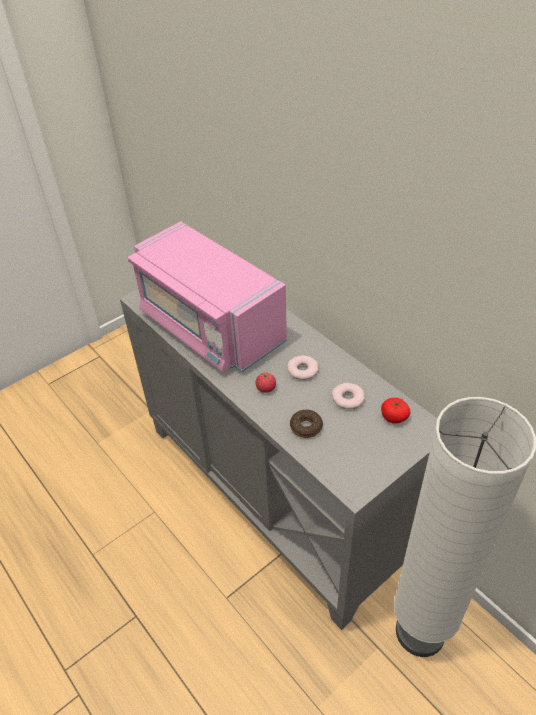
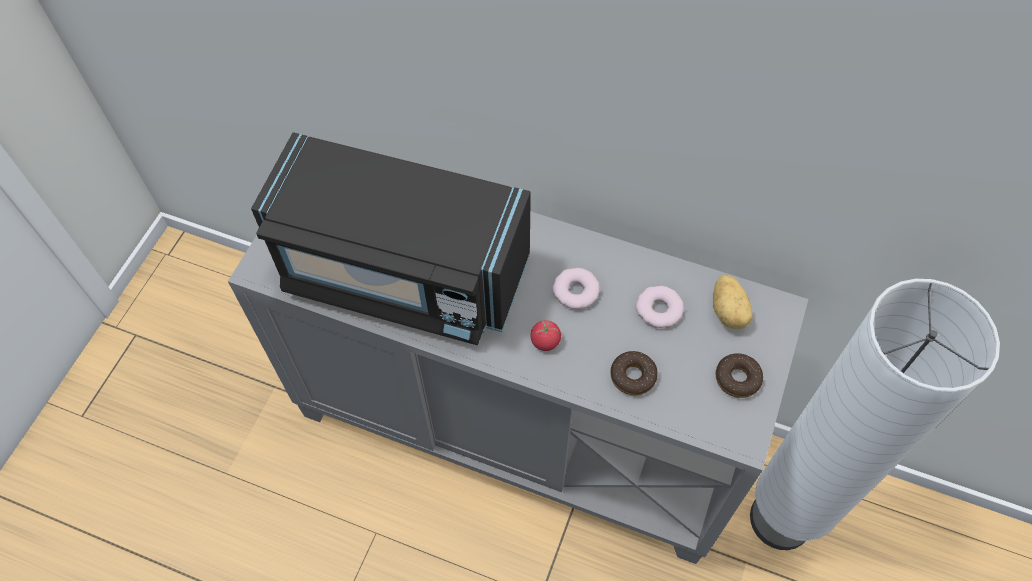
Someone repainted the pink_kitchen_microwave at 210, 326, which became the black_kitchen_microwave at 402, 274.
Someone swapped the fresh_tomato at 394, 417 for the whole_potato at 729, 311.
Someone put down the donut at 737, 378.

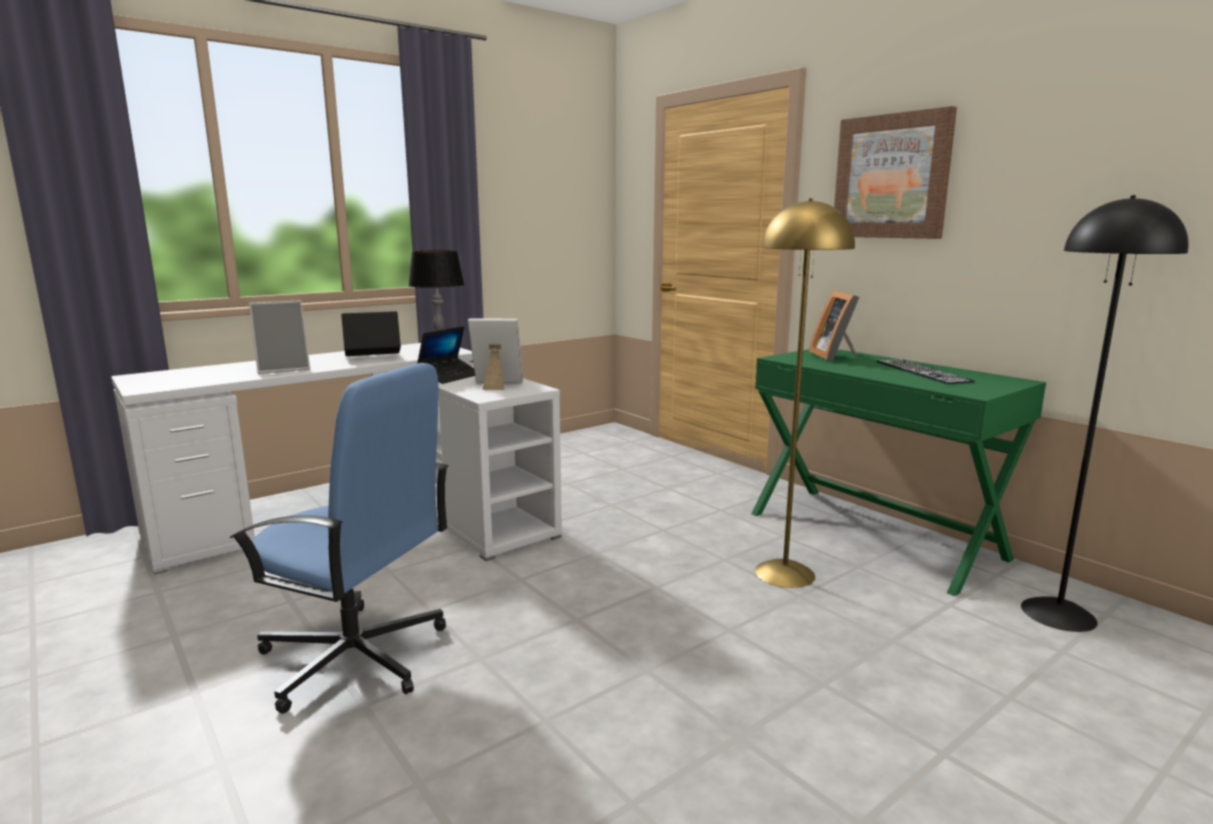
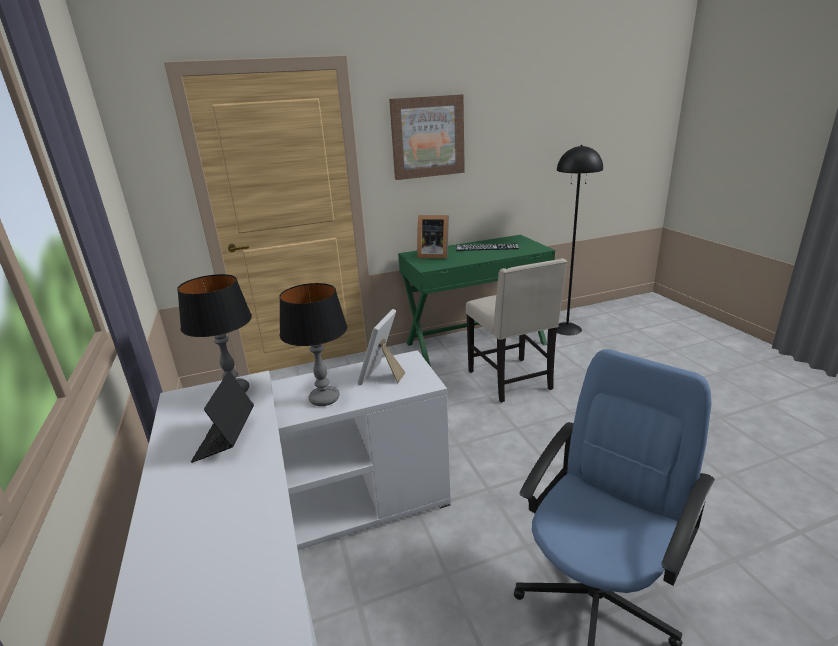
Someone swapped the notebook_computer at 450, 376 for the tabletop_lamp at 324, 399.
Someone swapped the yellow-coloured_floor_lamp at 784, 573 for the beige_upright_chair at 511, 381.
Someone took away the picture_frame at 284, 369.

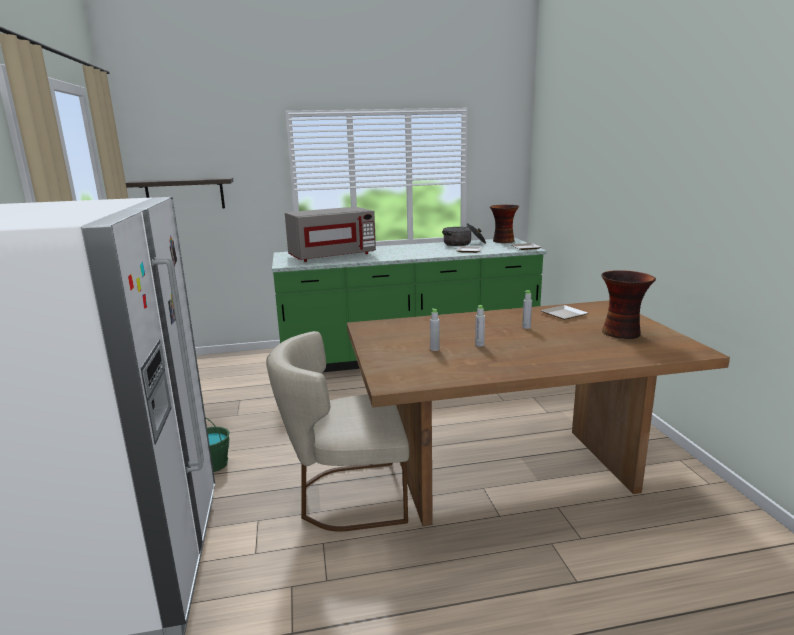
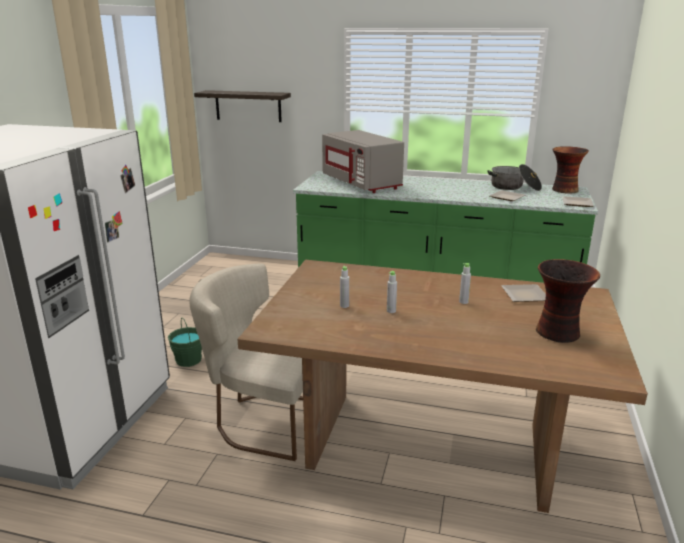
Someone rotated the greyish_kitchen_microwave at 332, 256 by 60 degrees clockwise.

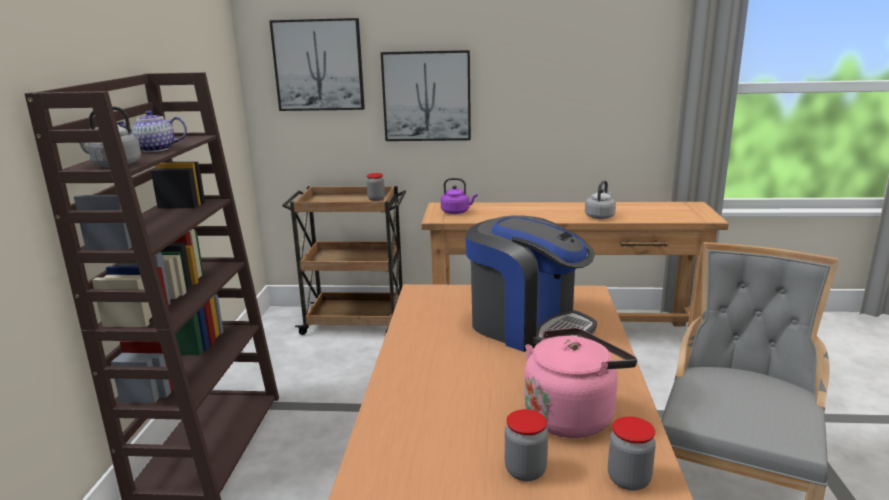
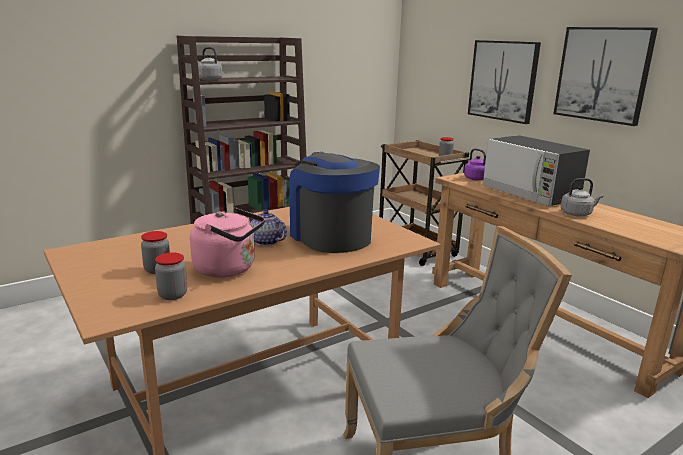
Someone carried the tea_pot from 155, 150 to 265, 242.
Someone rotated the coffee_machine at 527, 326 by 150 degrees clockwise.
Someone put down the kitchen_microwave at 530, 194.
Someone carried the wall_art from 318, 65 to 602, 74.

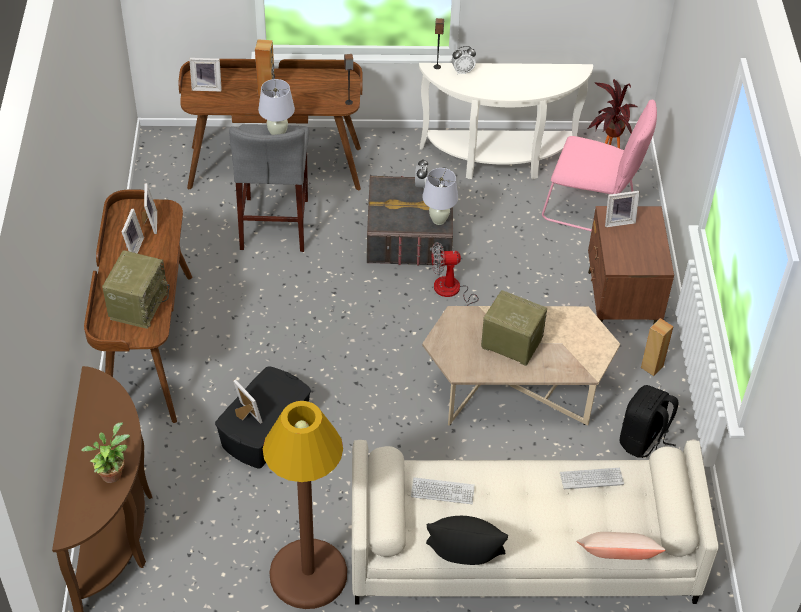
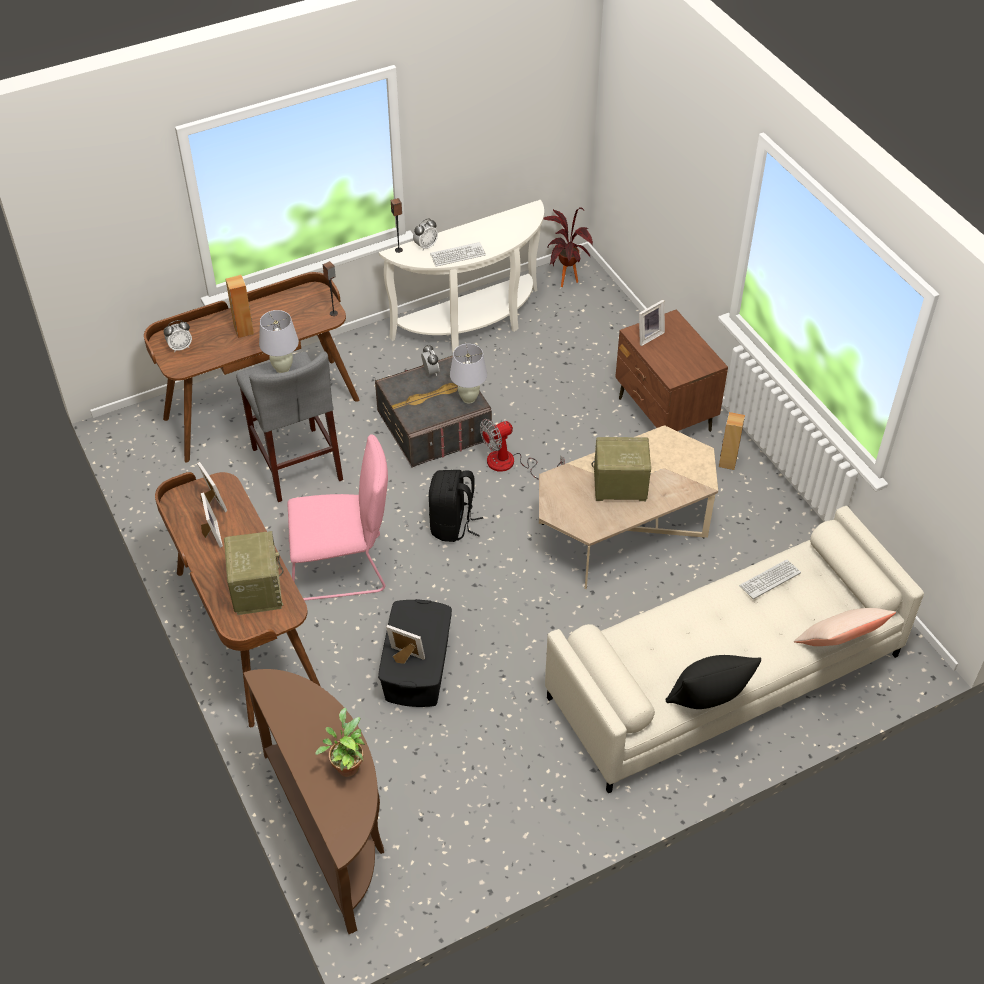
Someone swapped the picture_frame at 207, 87 for the bedside_clock at 180, 347.
Someone carried the pink_upright_chair from 592, 209 to 343, 568.
Someone carried the black_rucksack from 643, 441 to 452, 525.
Someone carried the computer_keyboard from 442, 491 to 458, 255.
Someone took away the brown_floor_lamp at 308, 574.

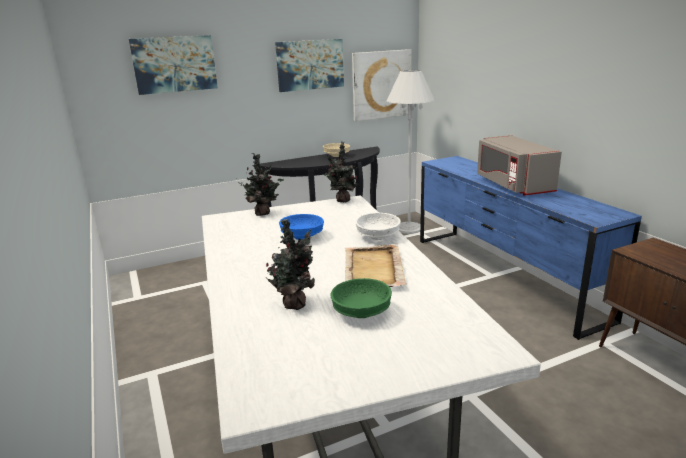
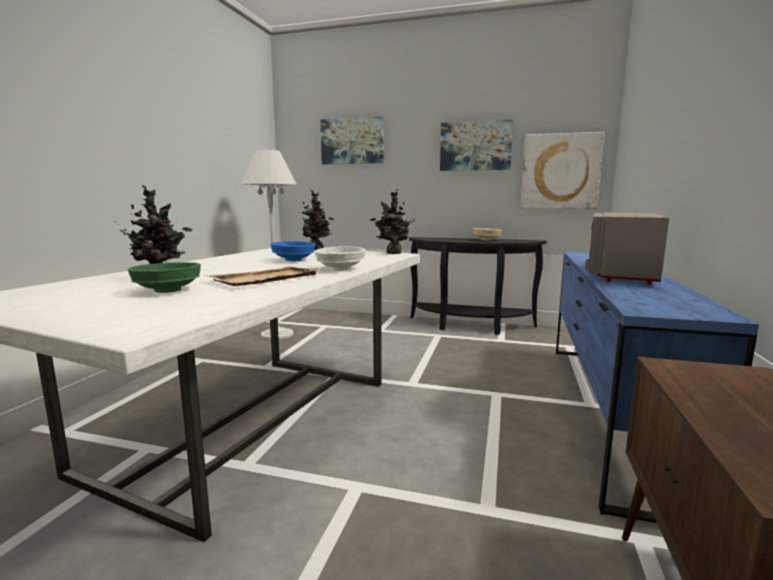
Someone carried the white_floor_lamp from 408, 228 to 277, 334.

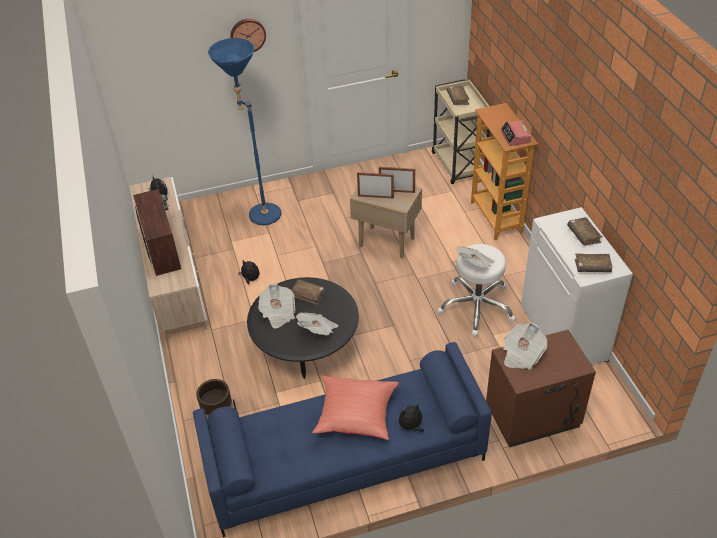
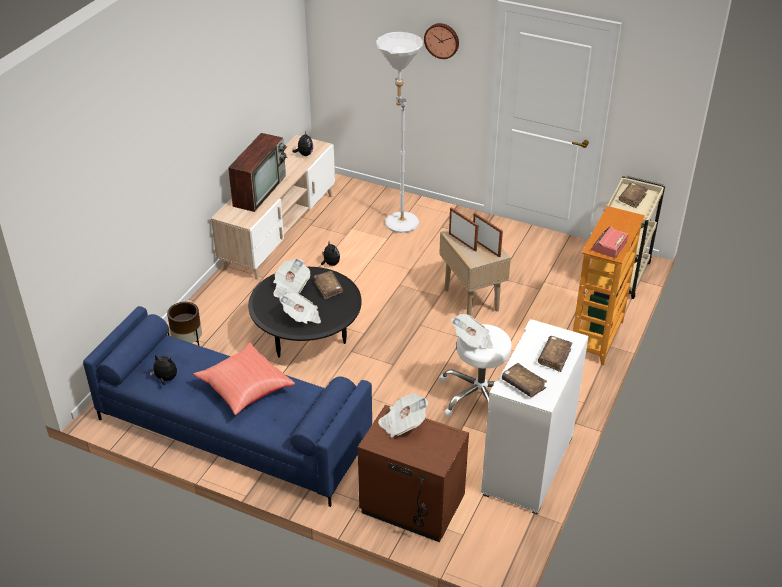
Someone carried the soft_toy from 411, 427 to 166, 379.
Someone repainted the blue_floor_lamp at 259, 212, which became the white_floor_lamp at 399, 219.

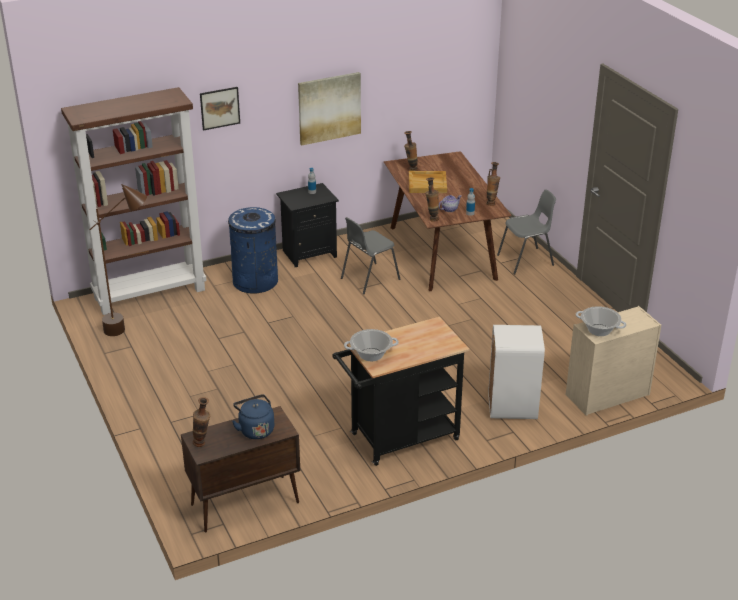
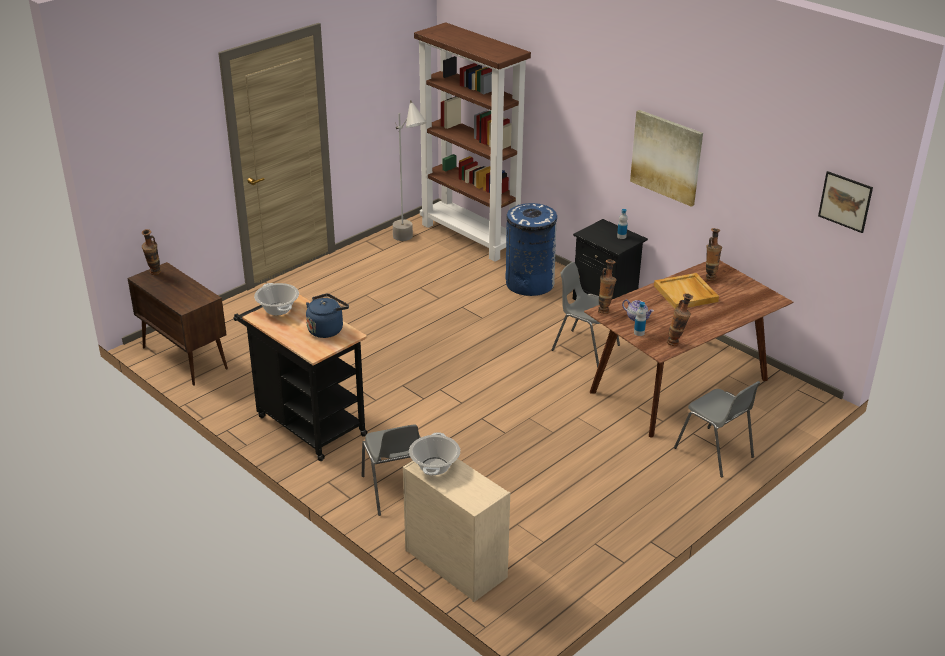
Someone carried the blue_tea_kettle from 255, 429 to 327, 329.
Someone swapped the white_waste_bin at 513, 407 for the greyish_upright_chair at 395, 491.
Someone repainted the brown_floor_lamp at 132, 328, which became the greyish_floor_lamp at 410, 243.
Someone carried the wall_art from 220, 108 to 845, 201.

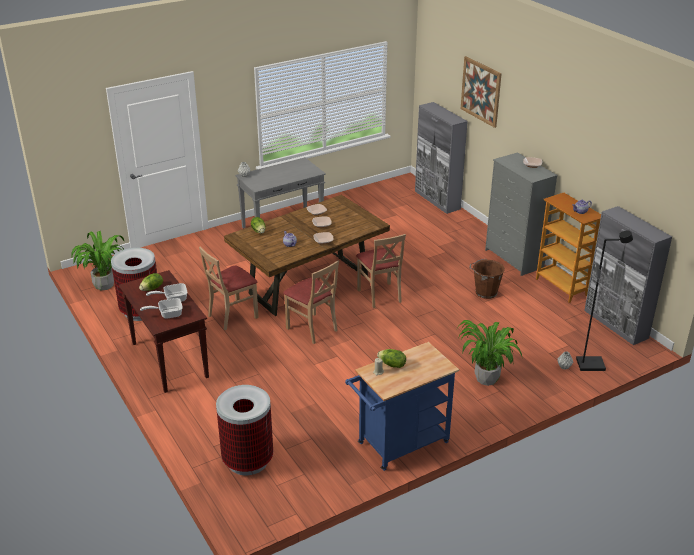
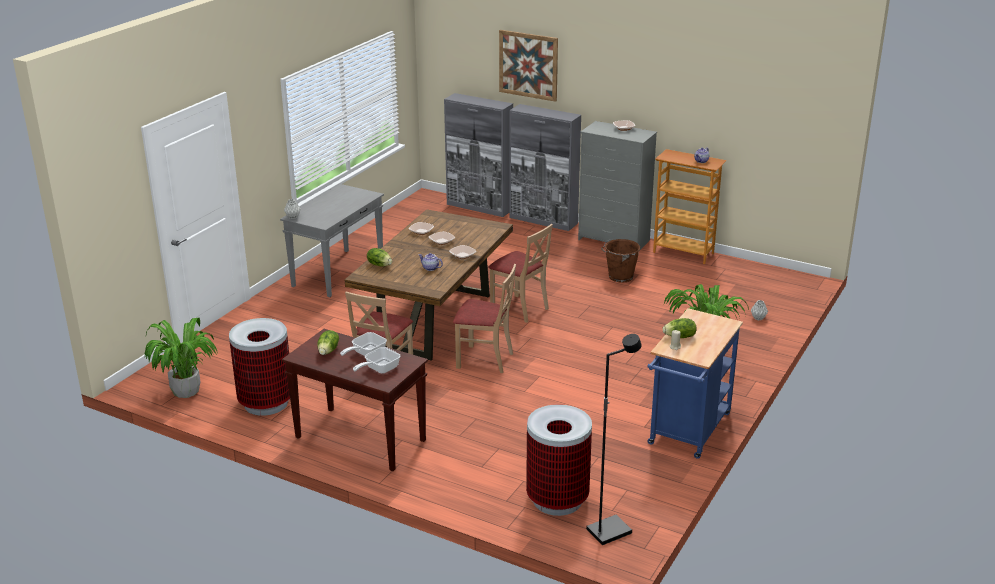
Someone carried the greyish_cupboard from 616, 324 to 543, 220.
Someone carried the black_floor_lamp from 590, 364 to 609, 531.

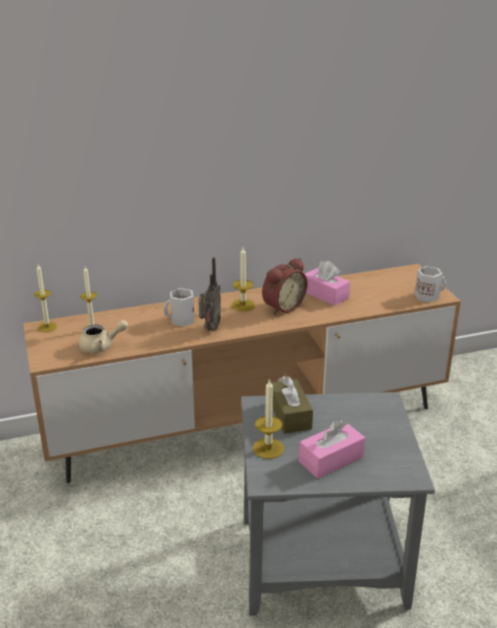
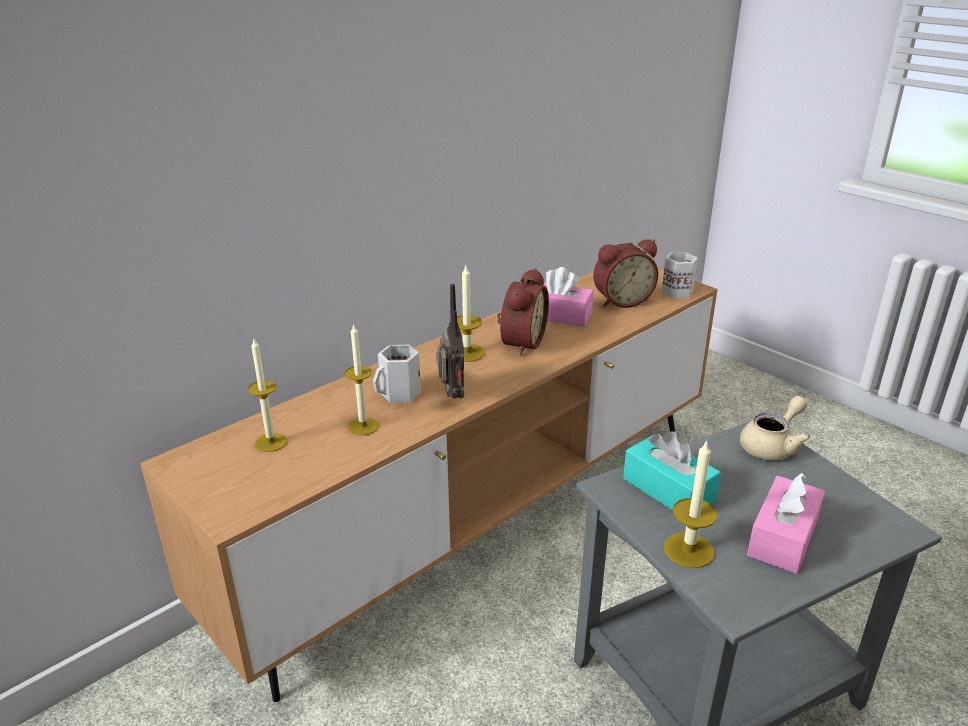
Someone carried the wax_light from 47, 327 to 363, 426.
Someone put down the bedside_clock at 621, 300.
Someone repainted the brown_box_of_tissues at 290, 415, which became the turquoise-coloured_box_of_tissues at 668, 490.
Someone carried the beige_tea_pot from 101, 346 to 773, 445.

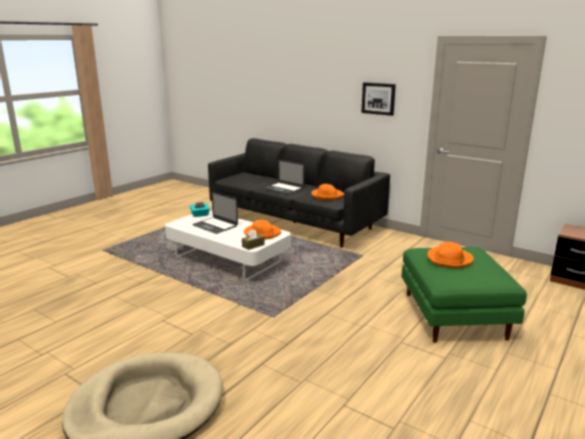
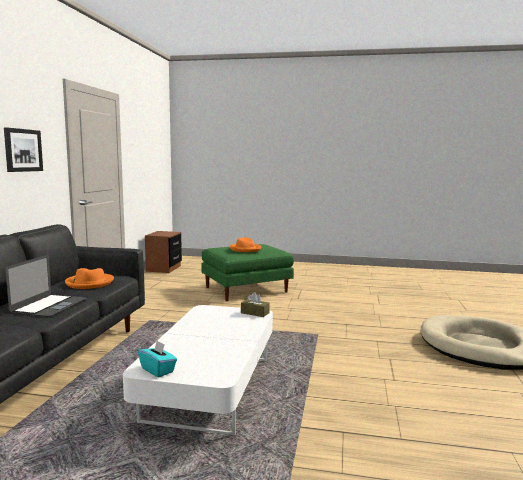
Someone took away the notebook_computer at 215, 225.
Someone took away the orange-coloured_clothing_hat at 262, 233.

